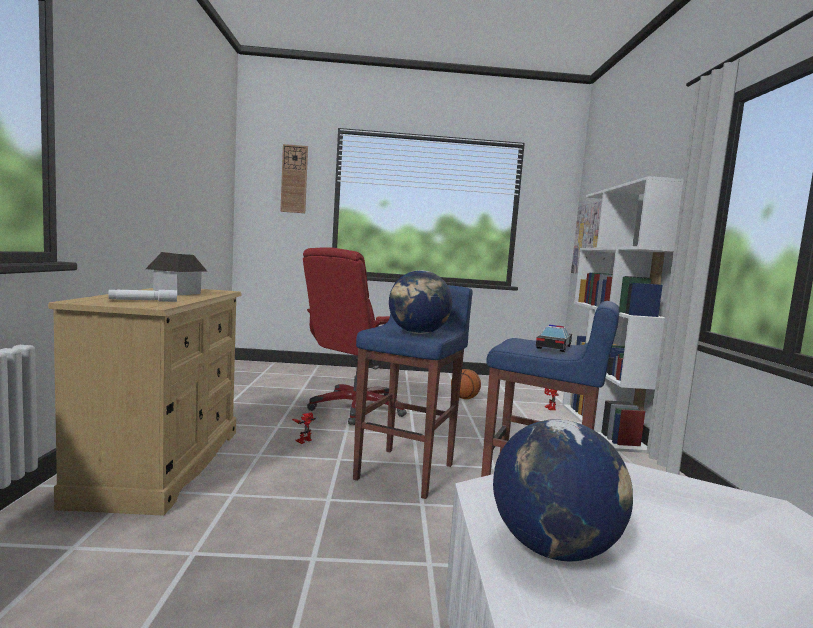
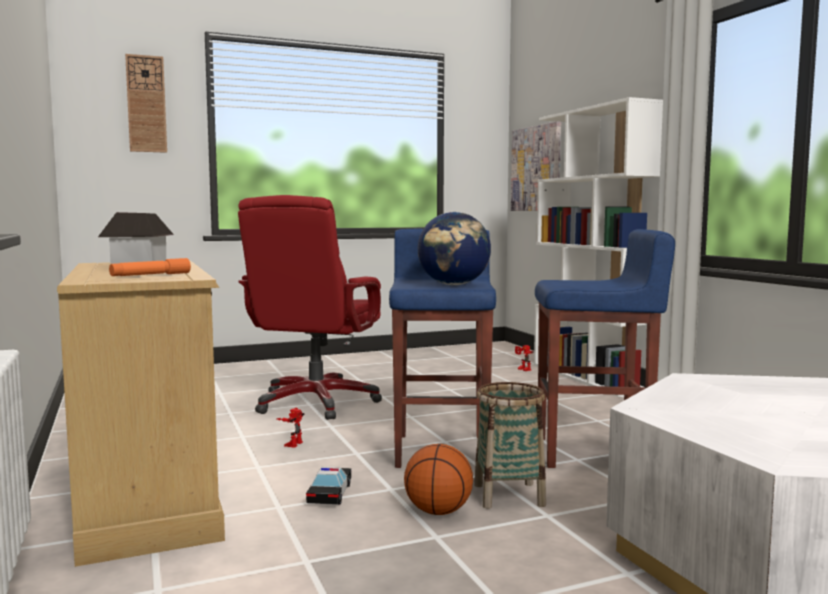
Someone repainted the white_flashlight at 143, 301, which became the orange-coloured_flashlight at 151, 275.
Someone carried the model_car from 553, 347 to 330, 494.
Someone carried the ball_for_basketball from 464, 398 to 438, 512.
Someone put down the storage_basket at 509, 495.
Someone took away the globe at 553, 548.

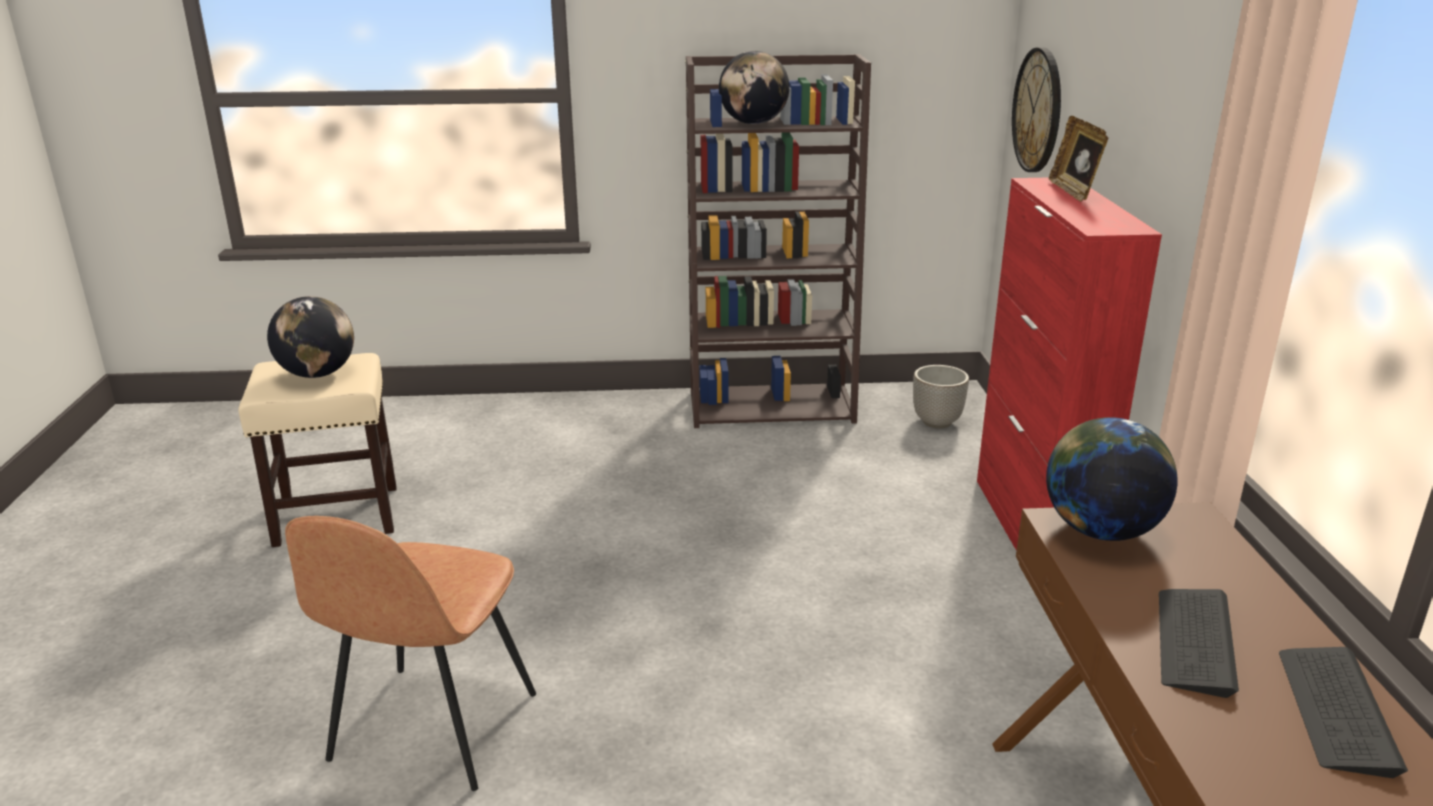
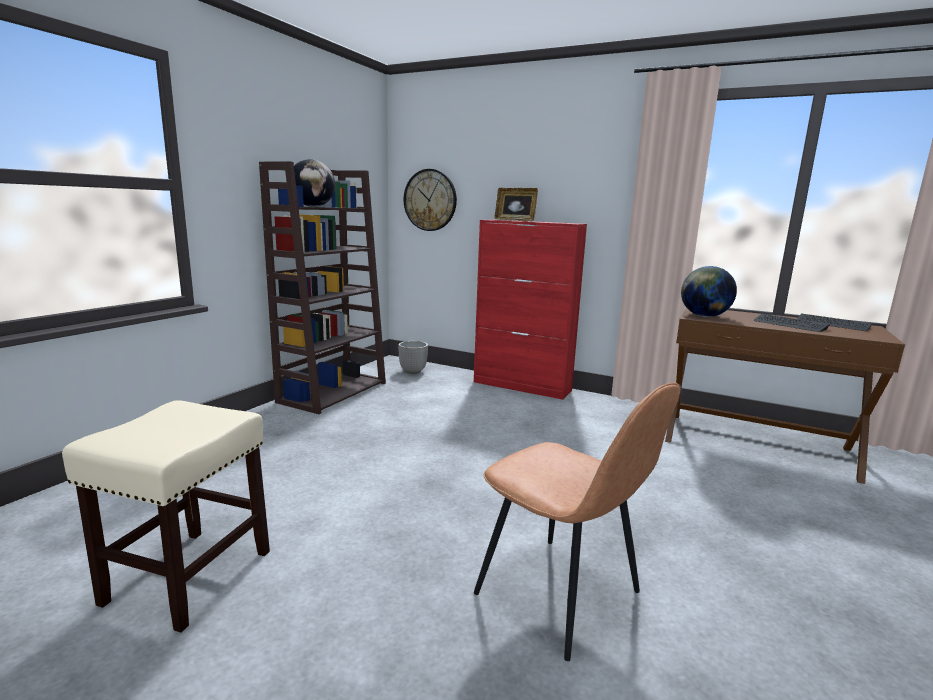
Someone took away the globe at 318, 374.

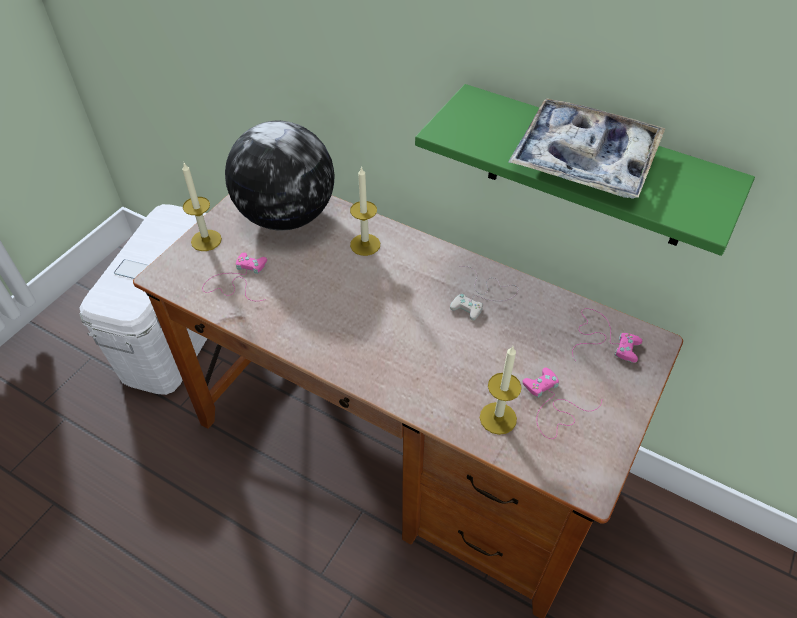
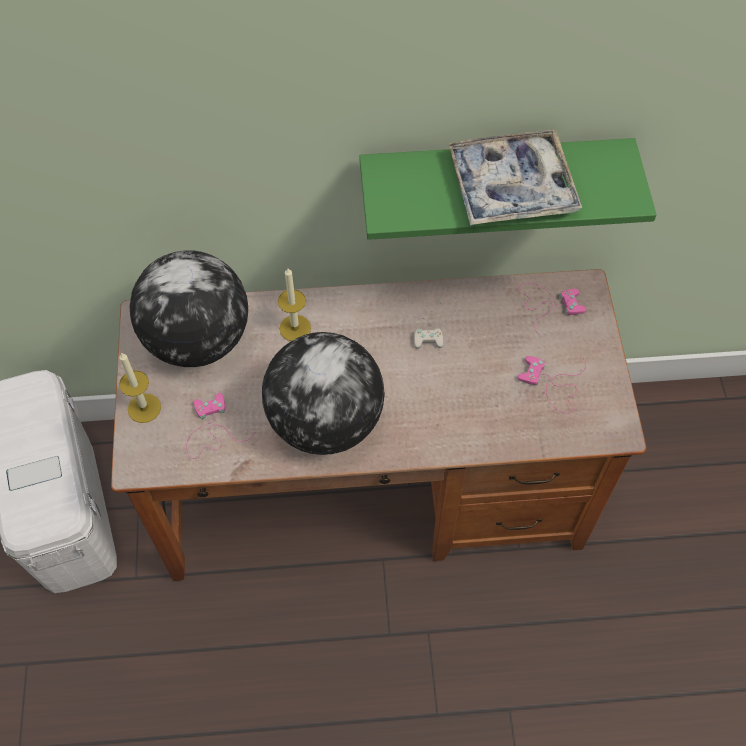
Someone put down the globe at 326, 420.
Someone took away the wax_light at 498, 418.

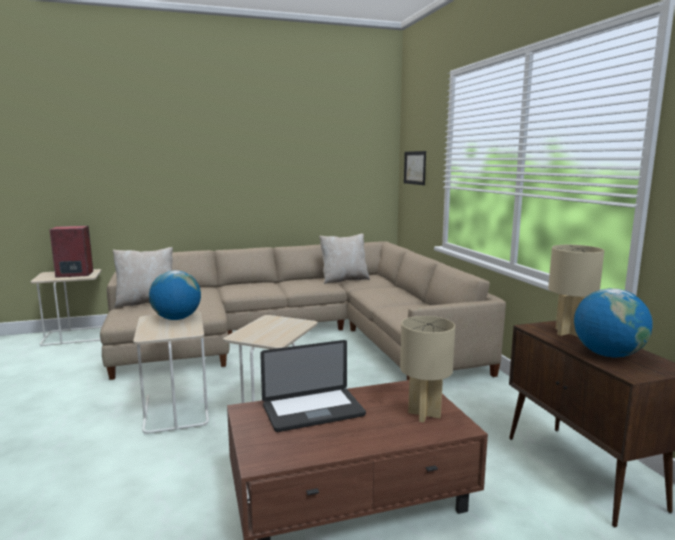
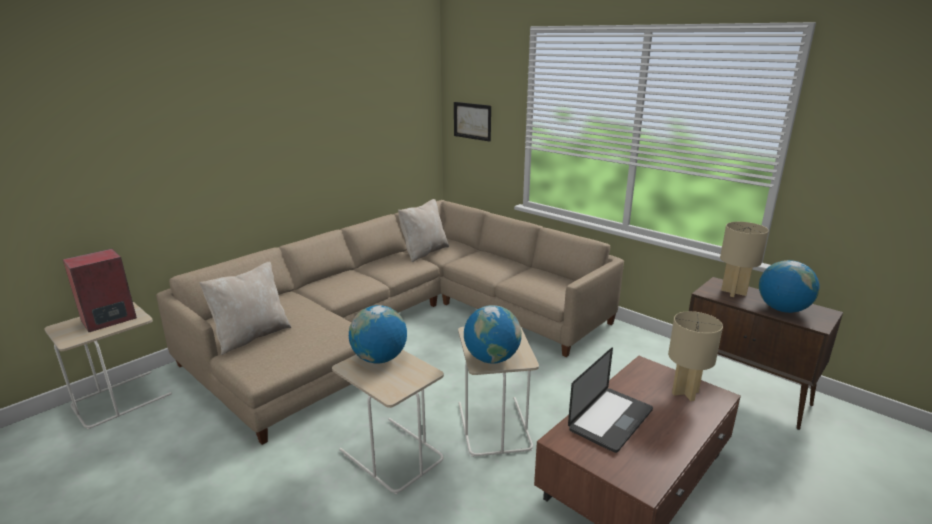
Someone put down the globe at 492, 358.

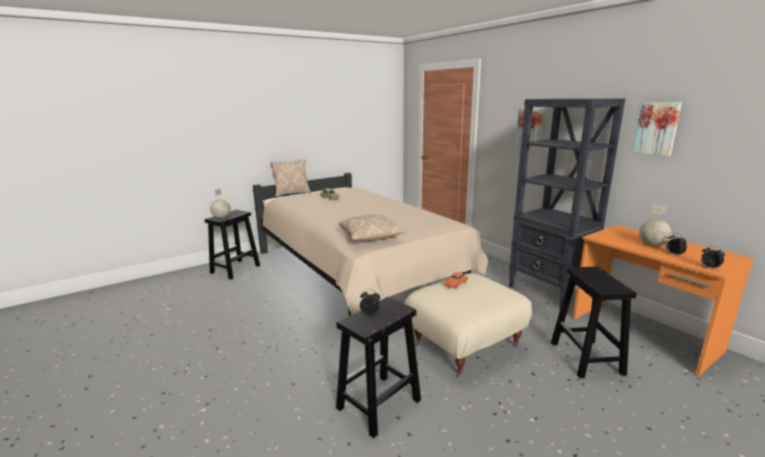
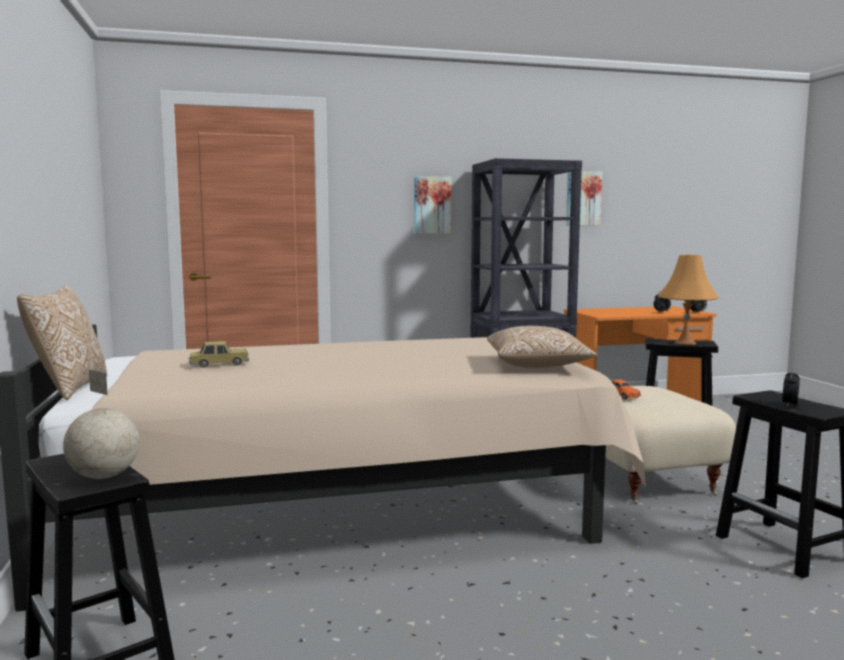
Someone put down the orange-coloured_tabletop_lamp at 685, 343.
Someone took away the globe at 652, 245.

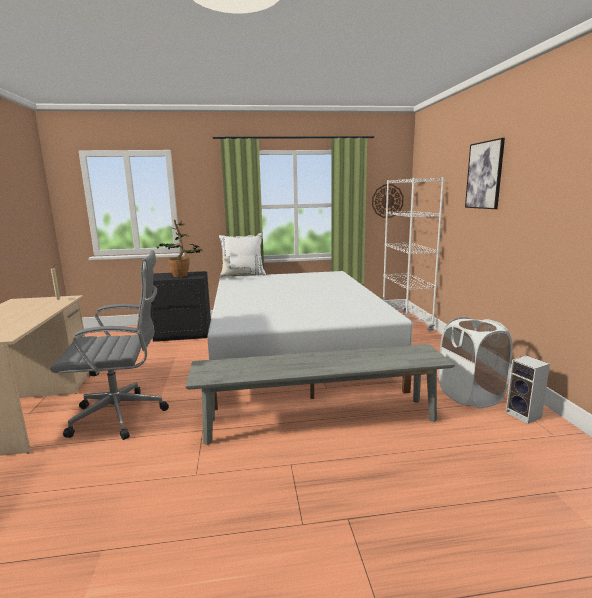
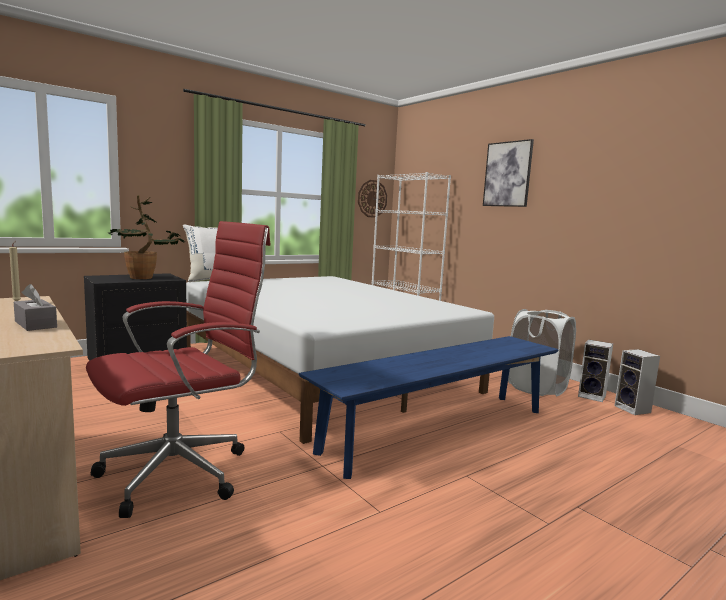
Someone put down the greyish_box_of_tissues at 35, 324.
Someone repainted the greyish_computer_chair at 123, 415, which became the red_computer_chair at 182, 472.
Someone repainted the greyish_indoor_bench at 320, 420, which became the blue_indoor_bench at 439, 430.
Someone put down the speaker at 634, 409.

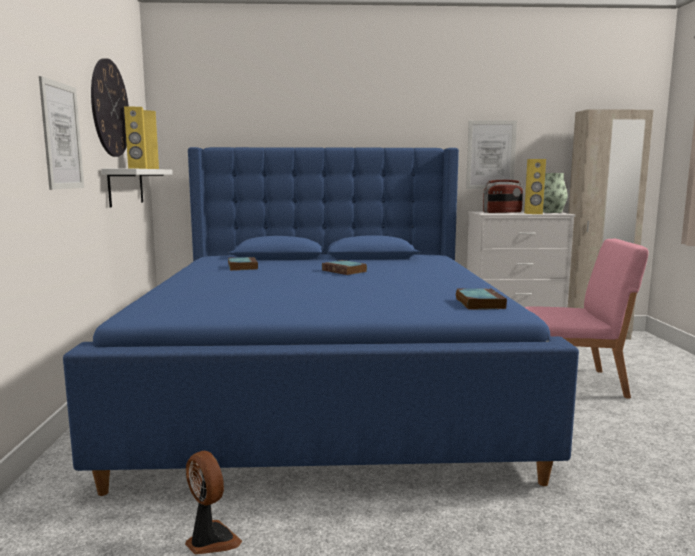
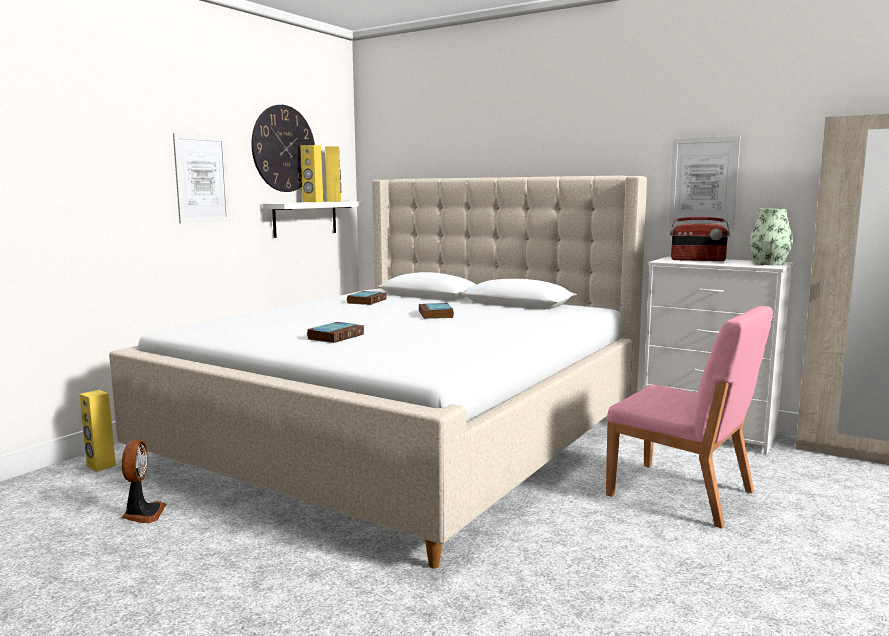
Someone carried the yellow-coloured_speaker from 533, 213 to 101, 466.
Someone repainted the blue_sleeping_bed at 327, 389, which became the beige_sleeping_bed at 407, 436.
Someone carried the bound_book from 479, 303 to 336, 336.

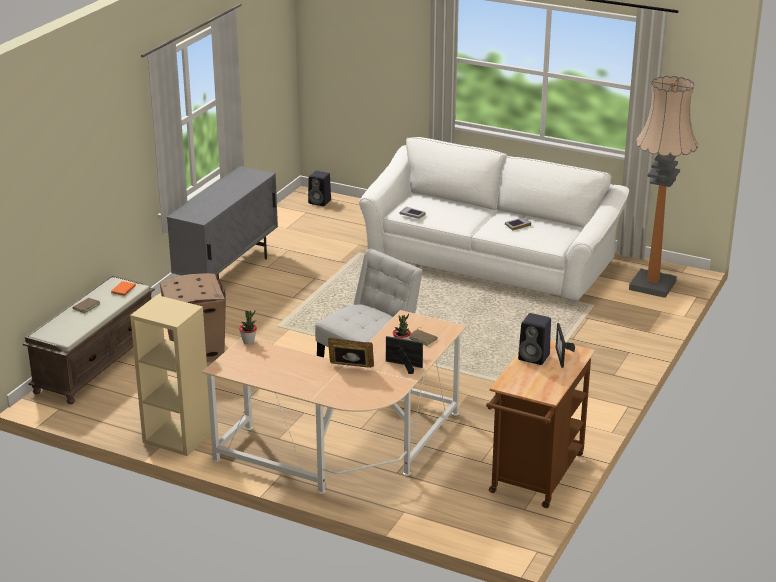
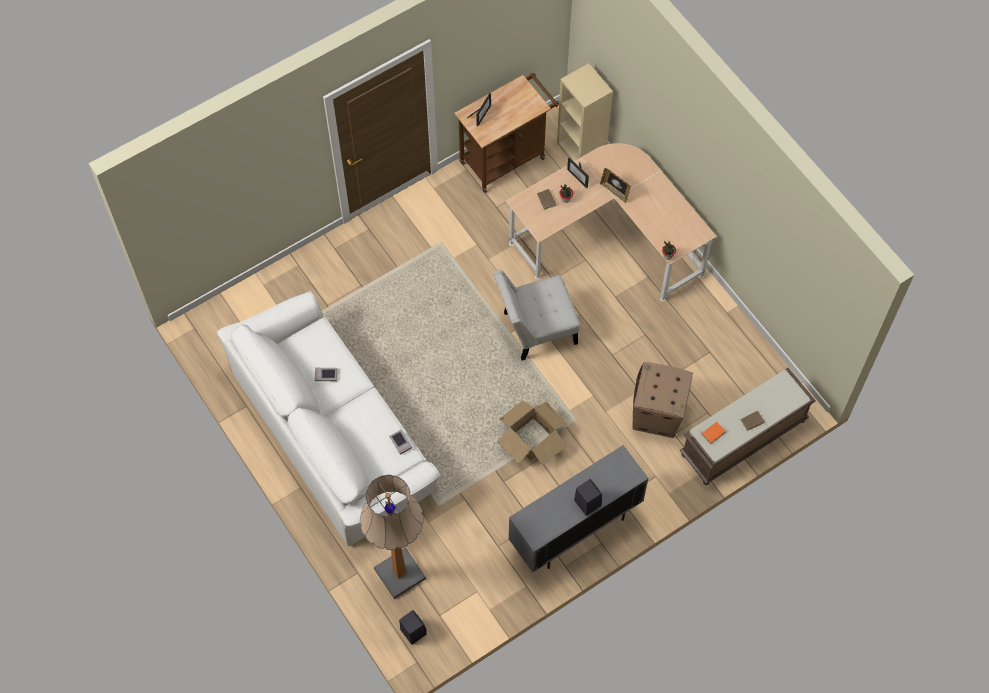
Someone carried the floor_lamp from 652, 285 to 399, 574.
Someone put down the packing_box at 531, 439.
Someone carried the beige_bookshelf from 176, 438 to 582, 148.
Someone carried the black_speaker from 535, 357 to 586, 502.

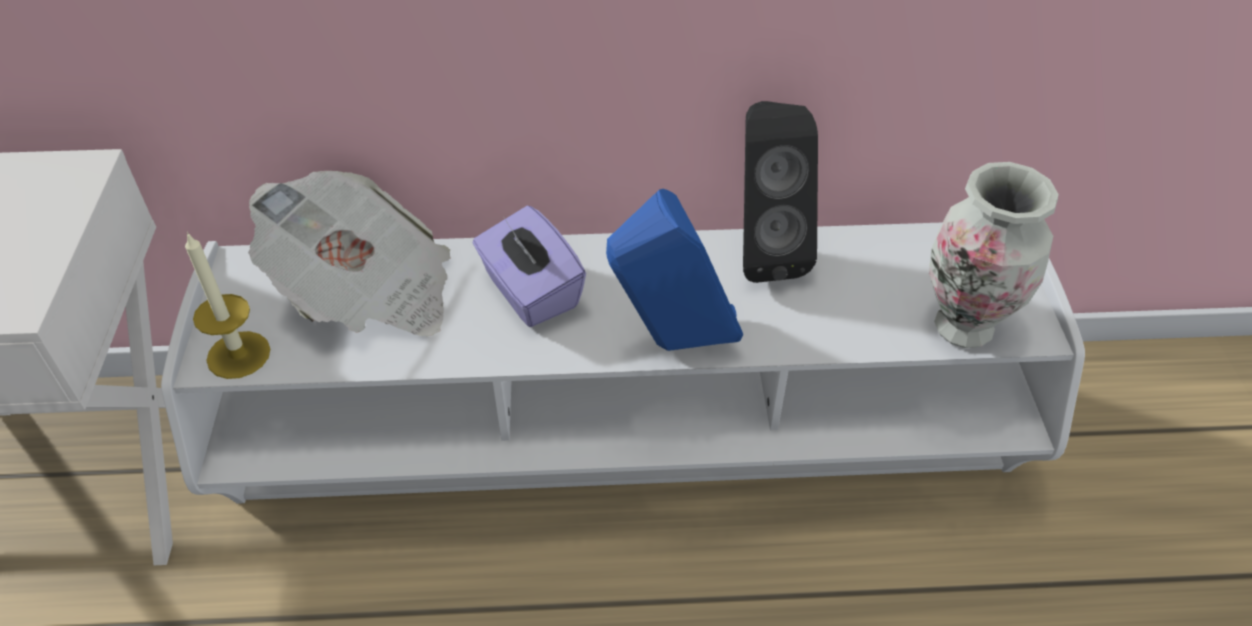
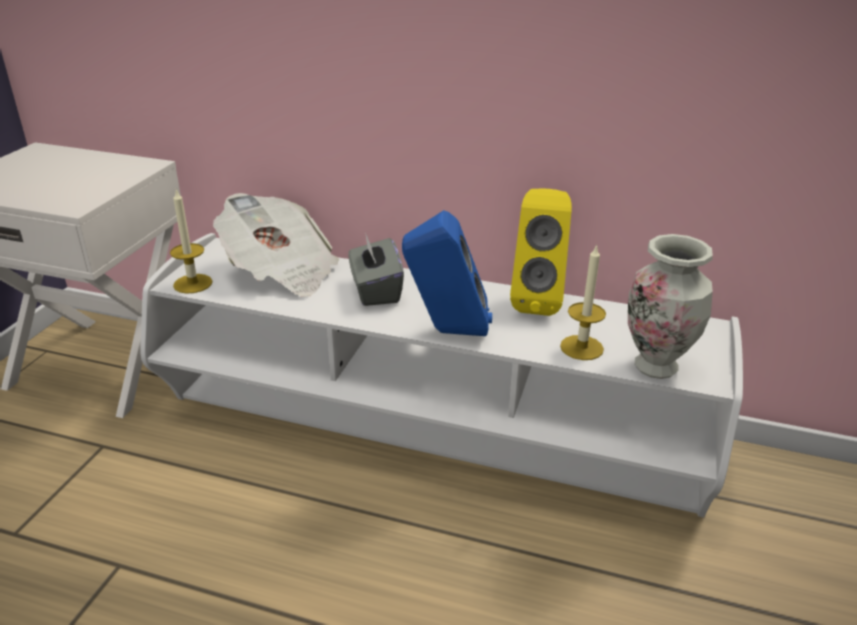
Someone repainted the purple-coloured_box_of_tissues at 530, 292, which became the greyish_box_of_tissues at 375, 290.
Someone repainted the black_speaker at 762, 251, which became the yellow-coloured_speaker at 537, 301.
Someone put down the wax_light at 581, 347.

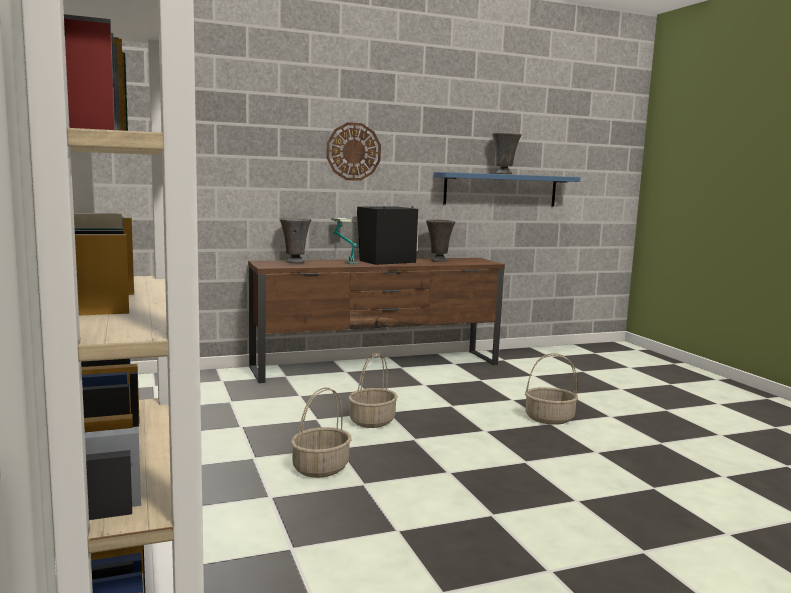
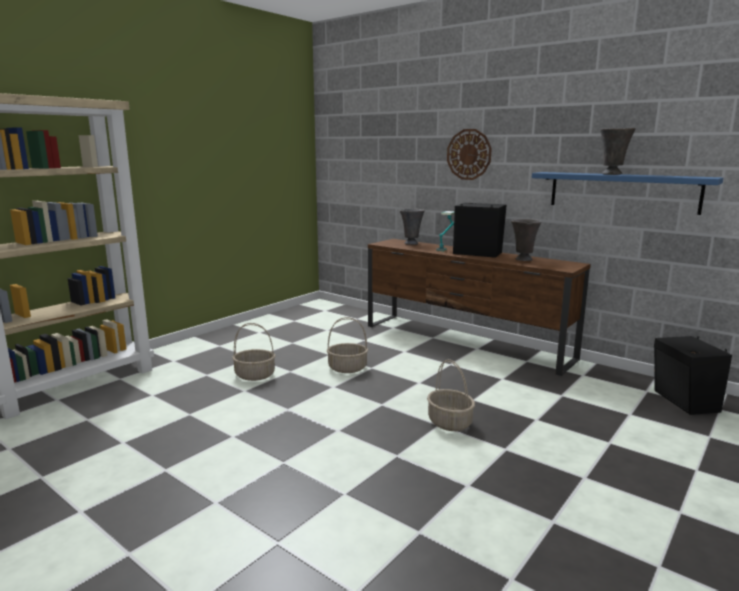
Someone put down the black_speaker at 684, 402.

